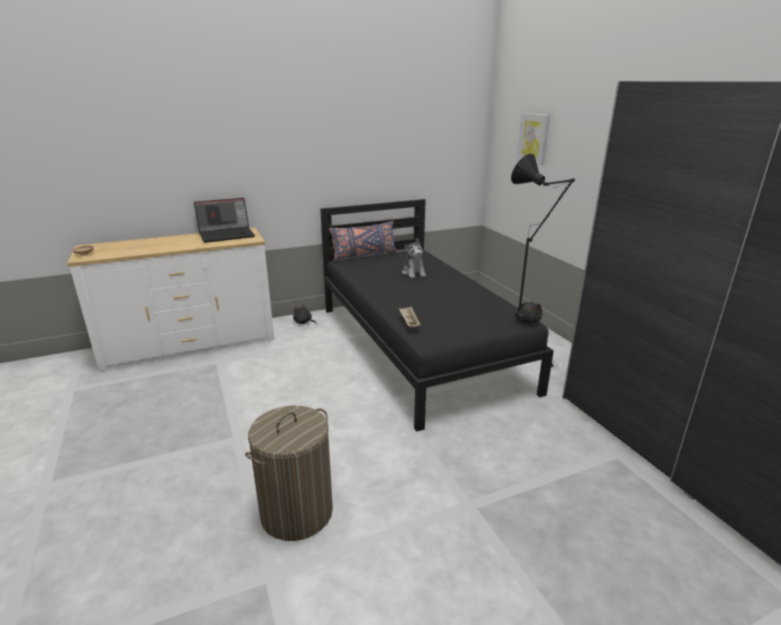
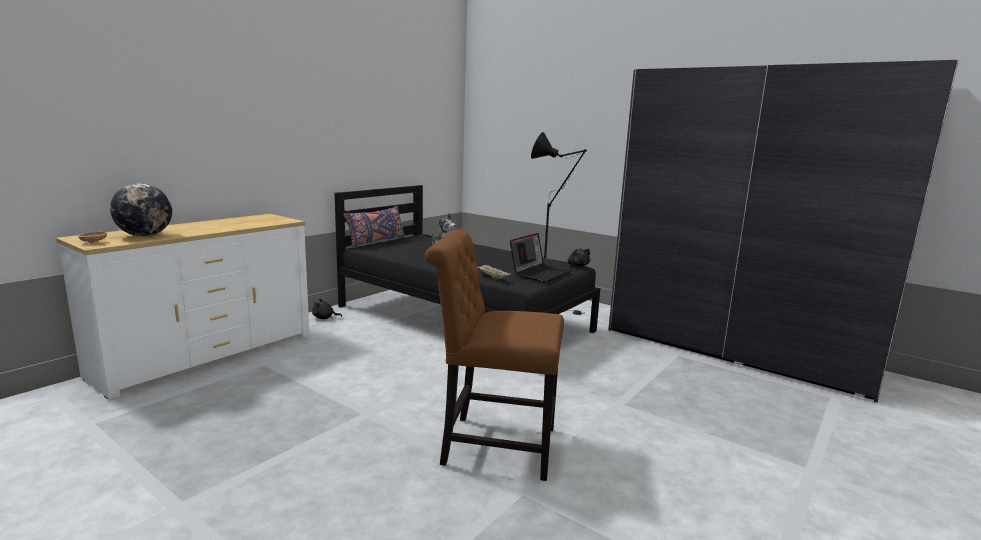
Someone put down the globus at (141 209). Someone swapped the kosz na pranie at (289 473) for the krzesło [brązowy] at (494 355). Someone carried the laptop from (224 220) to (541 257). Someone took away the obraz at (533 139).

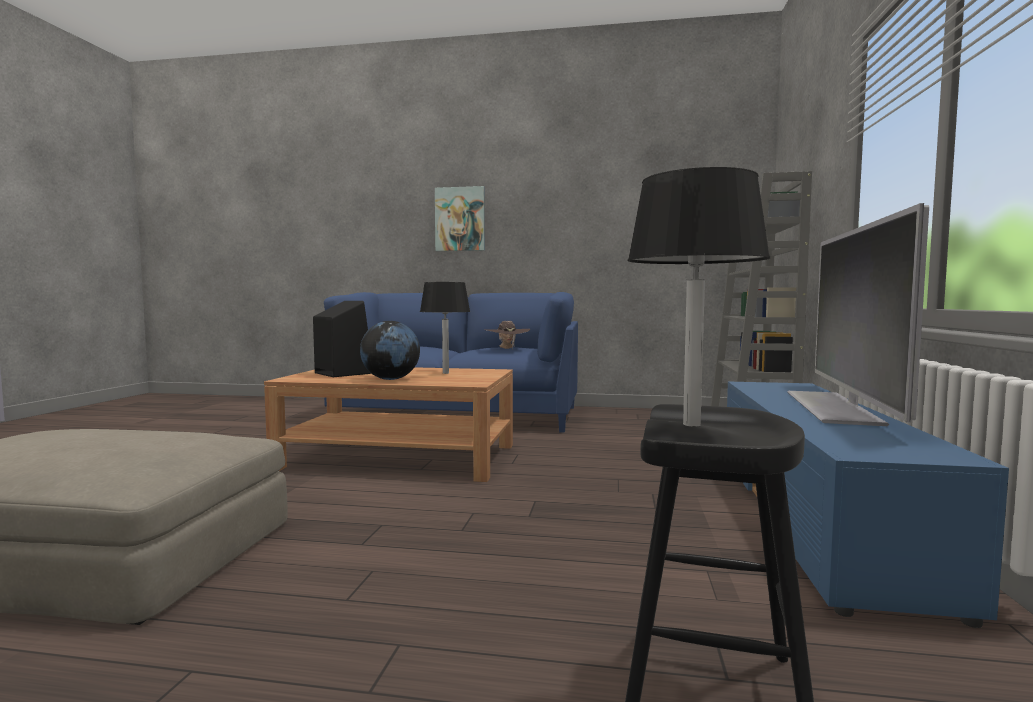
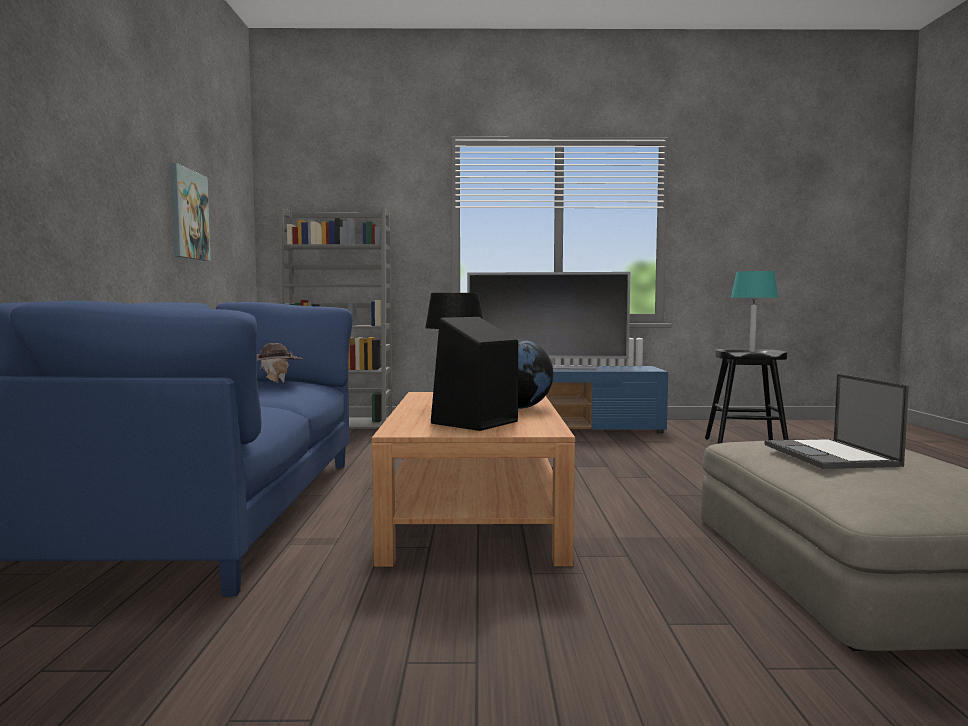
Someone carried the obraz from (460 218) to (190 212). Someone repainted the lampa stołowa [czarny] at (698 297), which became the lampa stołowa [turkusowy] at (754 311). Someone put down the laptop at (837 421).

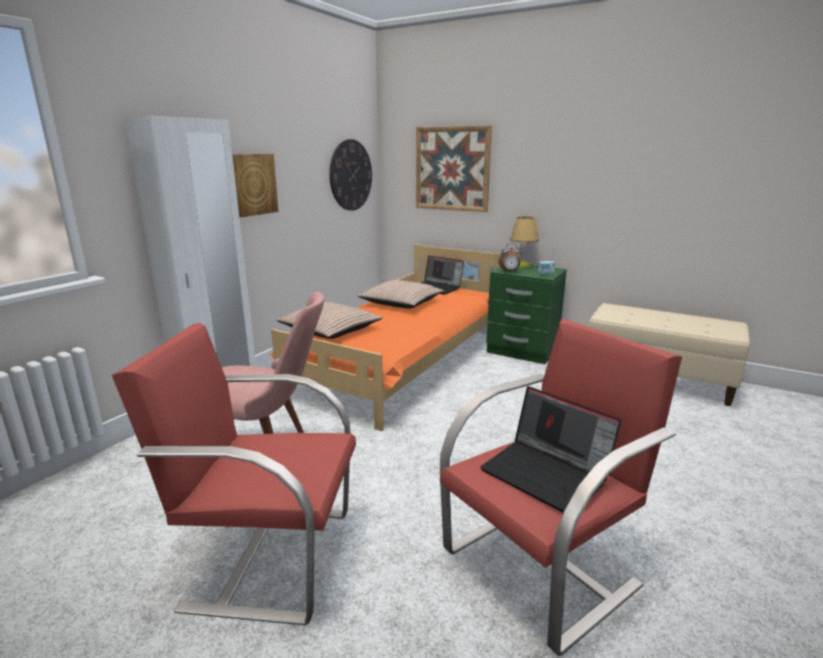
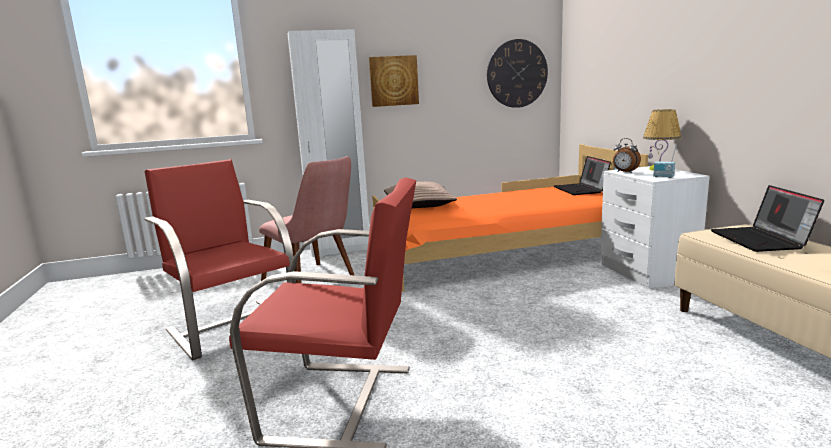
Someone repainted the szafka nocna [zielony] at (526 314), which became the szafka nocna [biały] at (655 227). Someone carried the laptop from (550 449) to (767 218). Someone took away the poduszka at (400 294). Someone took away the obraz at (454 169).

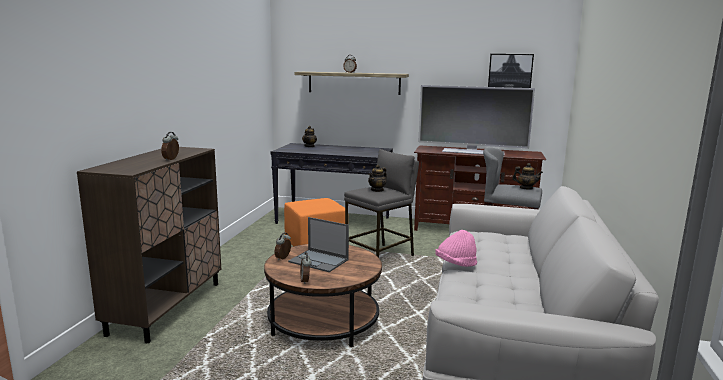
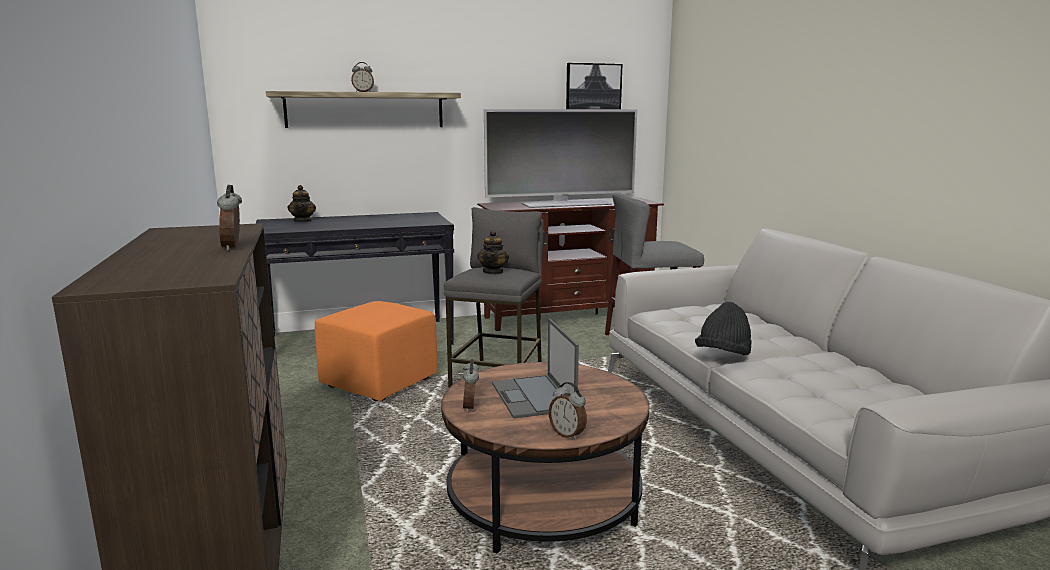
Someone rotated the laptop at (318 244) by 75 degrees clockwise. Someone repainted the kapelusz [różowy] at (456 248), which became the kapelusz [czarny] at (723 328). Someone took away the imbryk at (527 176).

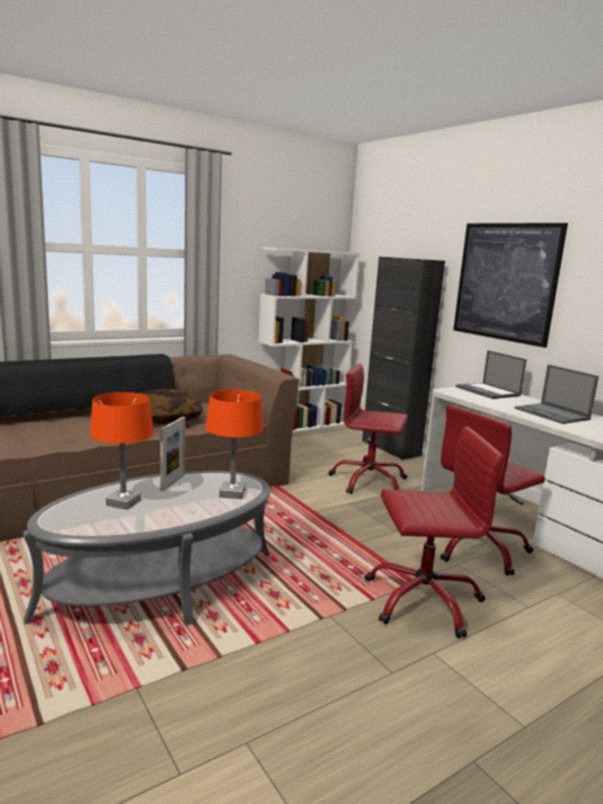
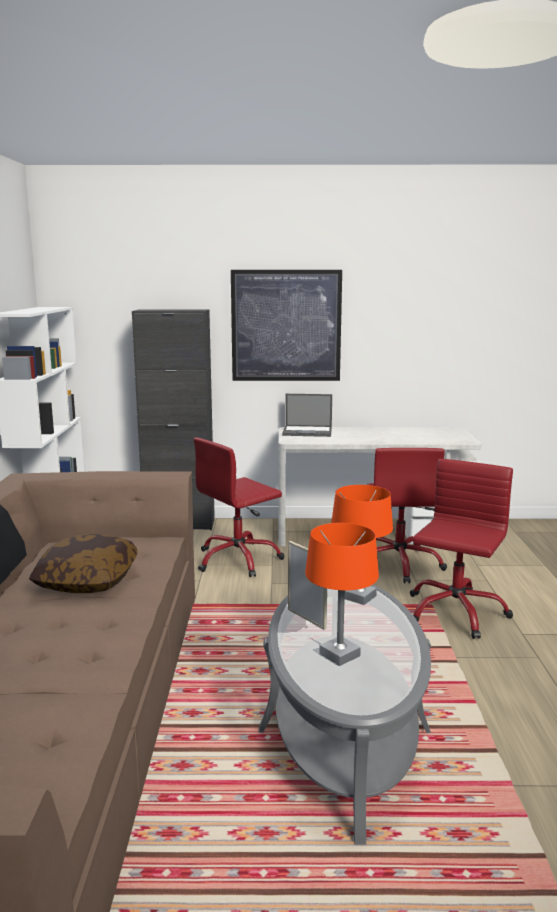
Someone took away the laptop at (557 394).

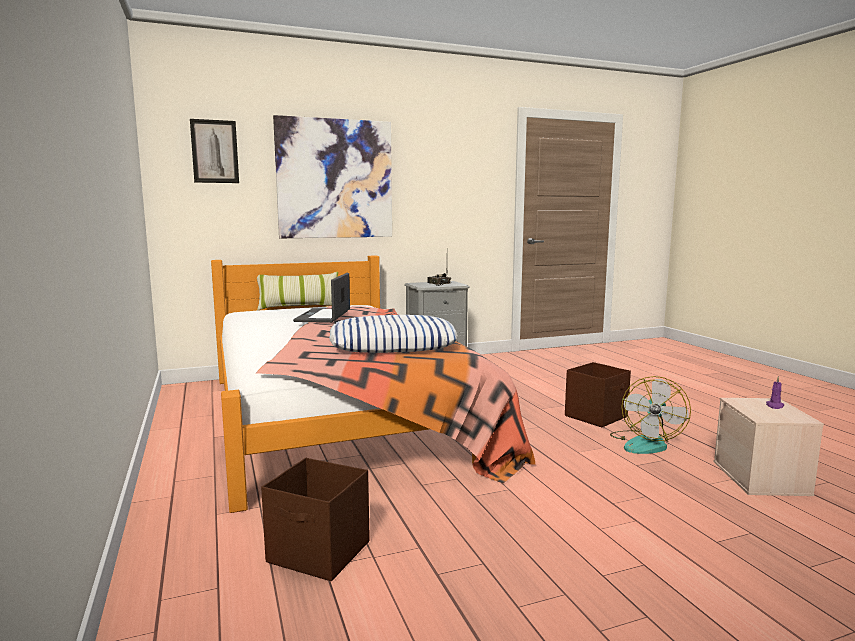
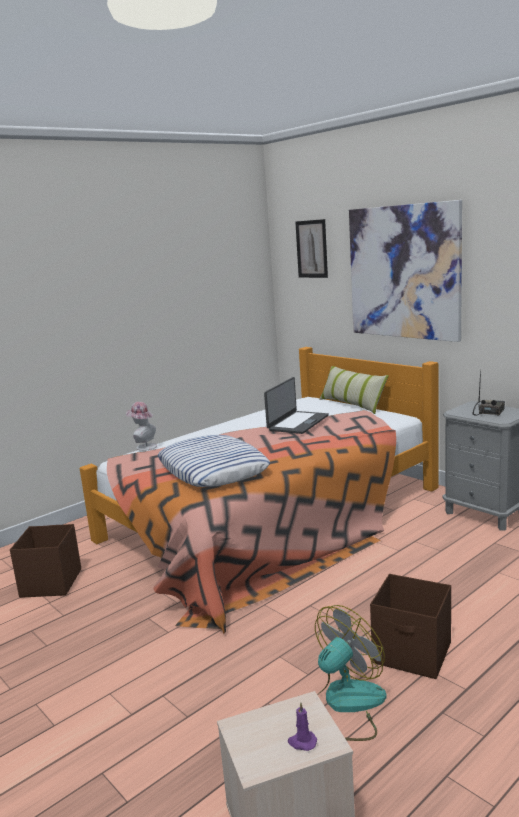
Someone put down the kapelusz at (141 426). Someone rotated the laptop at (321 298) by 135 degrees clockwise. Someone rotated the wentylator at (650 415) by 135 degrees clockwise.

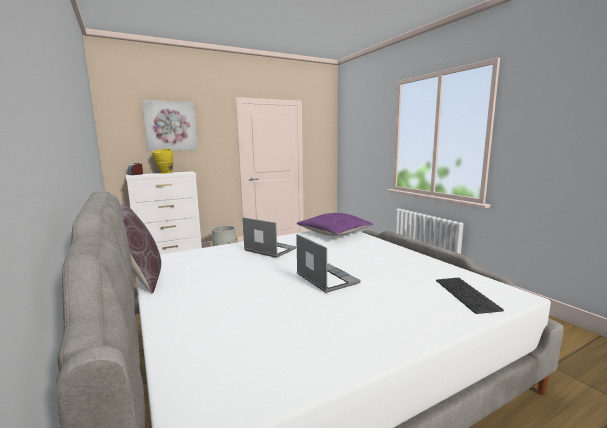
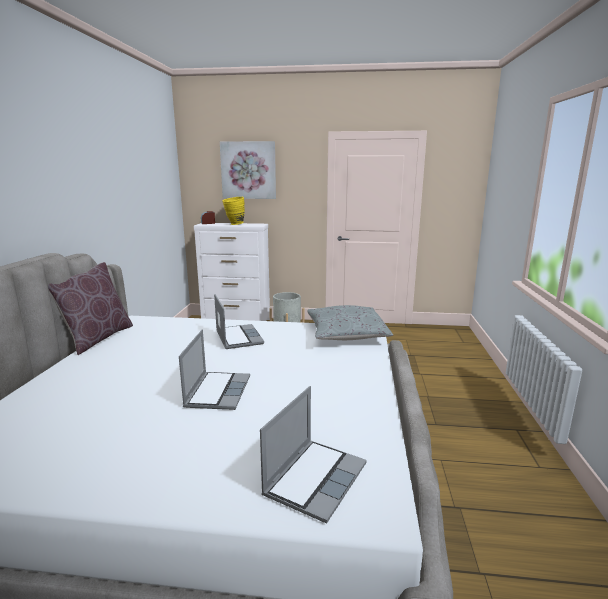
Someone swapped the klawiatura at (470 296) for the laptop at (313 455). Someone repainted the poduszka [fioletowy] at (335 224), which became the poduszka [szary] at (350 322).

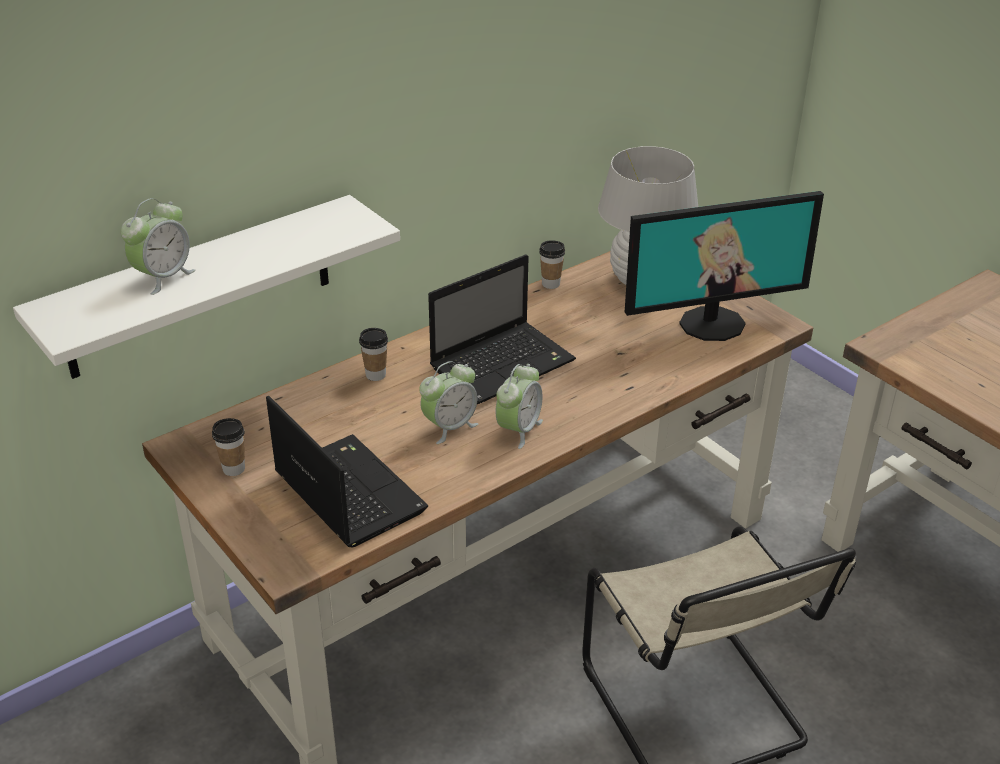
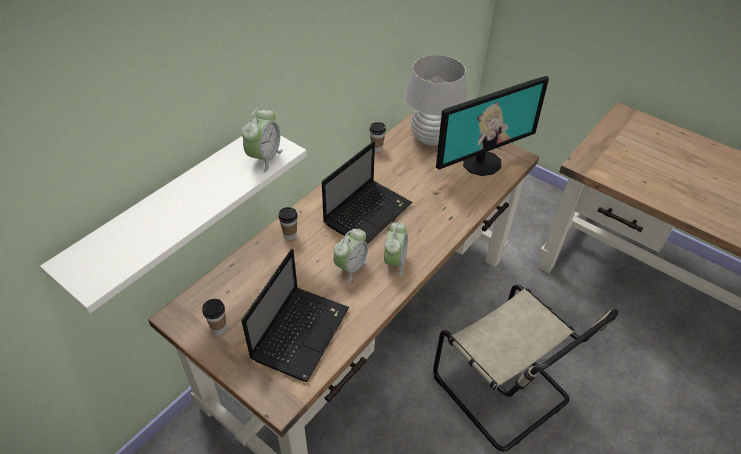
Someone rotated the laptop at (347 471) by 75 degrees clockwise. Someone carried the budzik from (158 246) to (262 140).

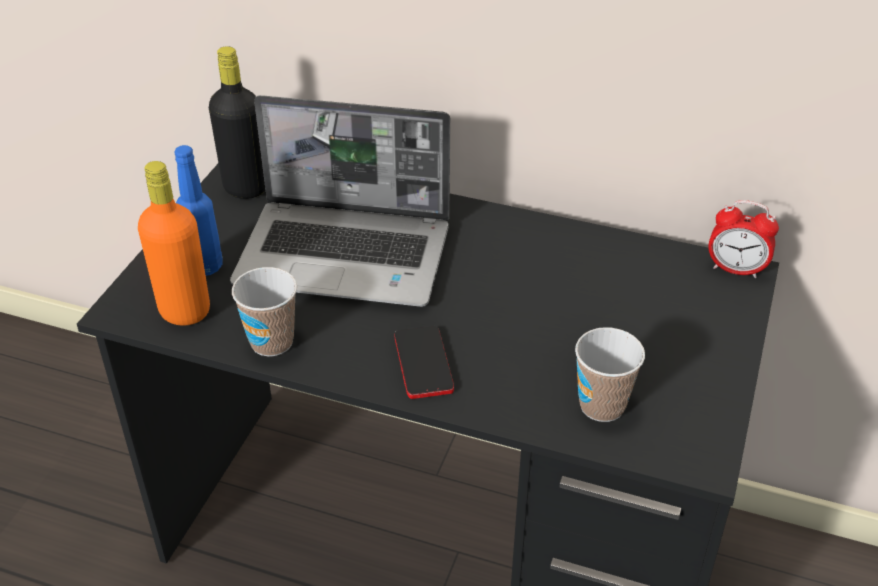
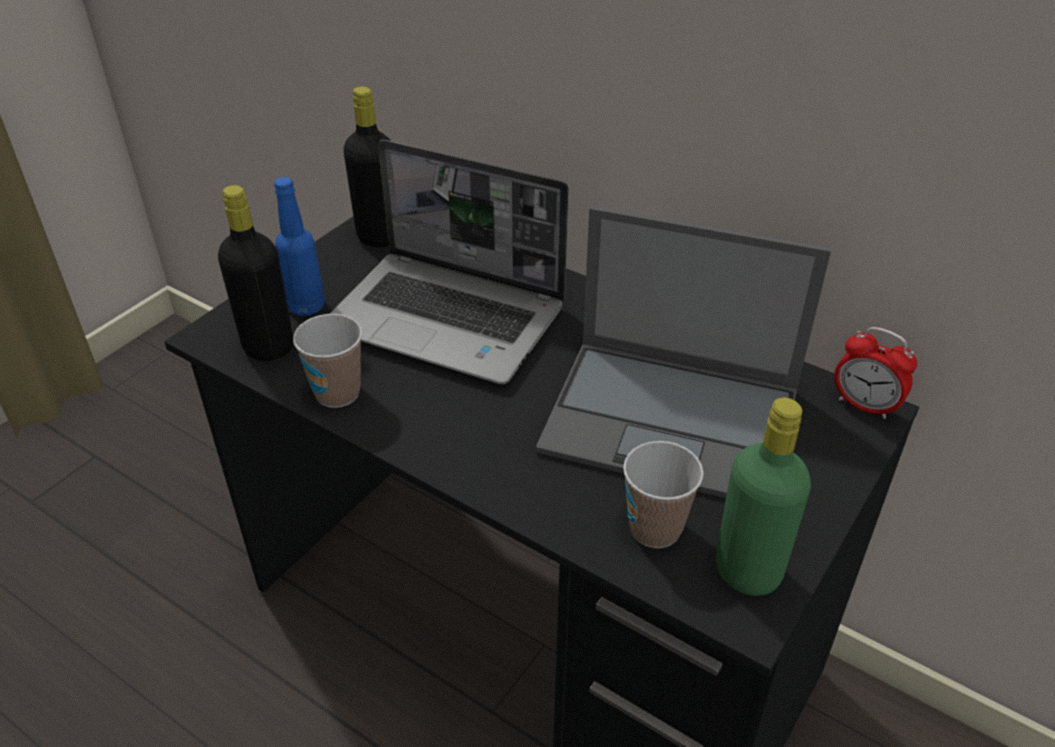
Someone repainted the butelka [pomarańczowy] at (174 243), which became the butelka [czarny] at (255 273). Someone put down the laptop at (683 352). Someone put down the butelka [zielony] at (763 496). Someone took away the telefon at (424 362).

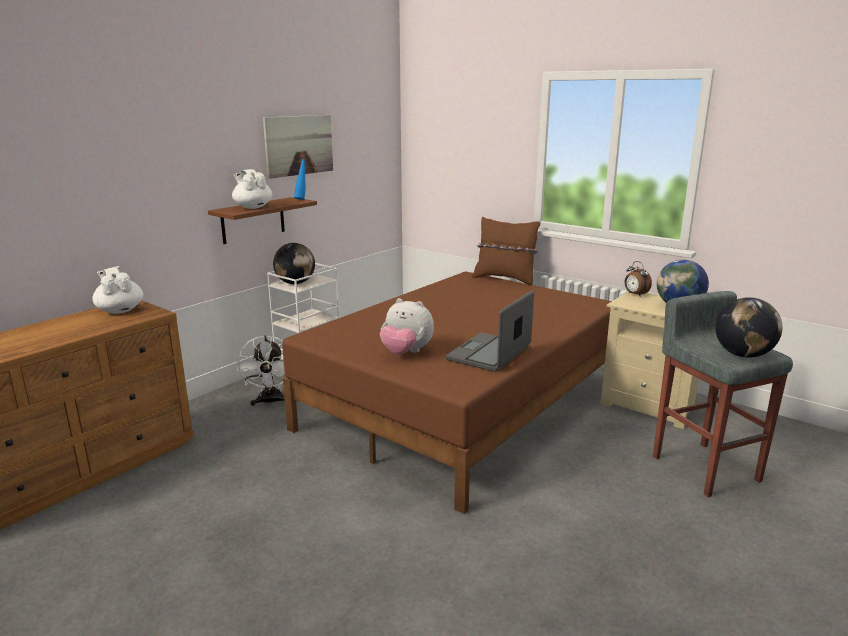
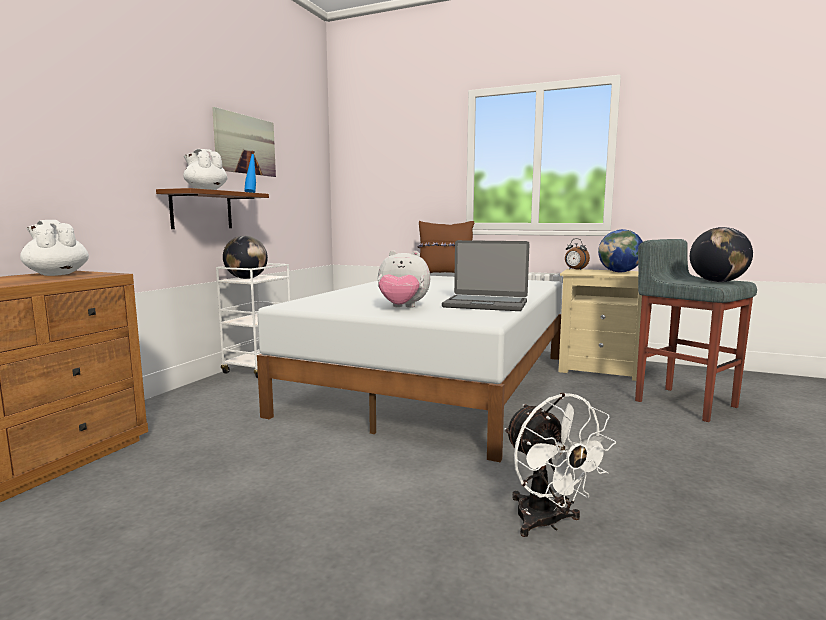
Someone repainted the łóżko [brązowy] at (447 393), which became the łóżko [biały] at (409 369). Someone rotated the laptop at (490 331) by 90 degrees counterclockwise. Someone carried the wentylator [biały] from (261 370) to (560 465).

